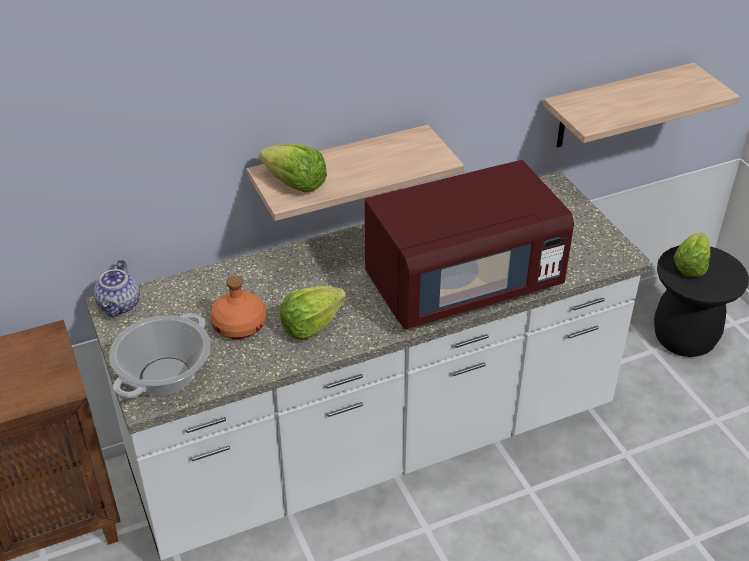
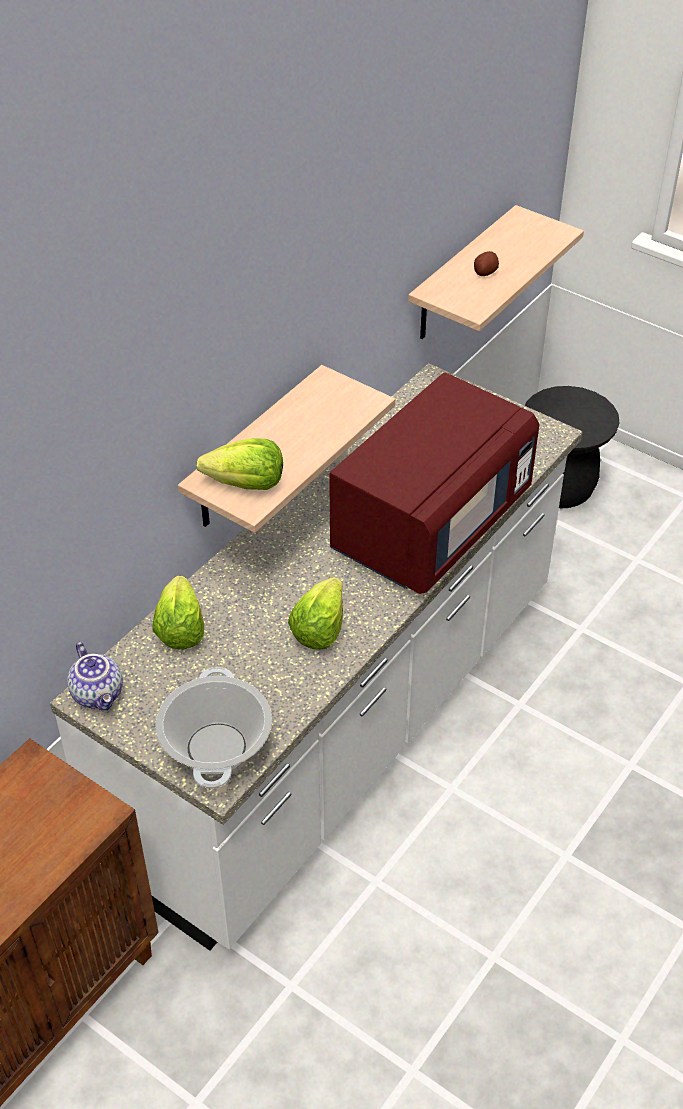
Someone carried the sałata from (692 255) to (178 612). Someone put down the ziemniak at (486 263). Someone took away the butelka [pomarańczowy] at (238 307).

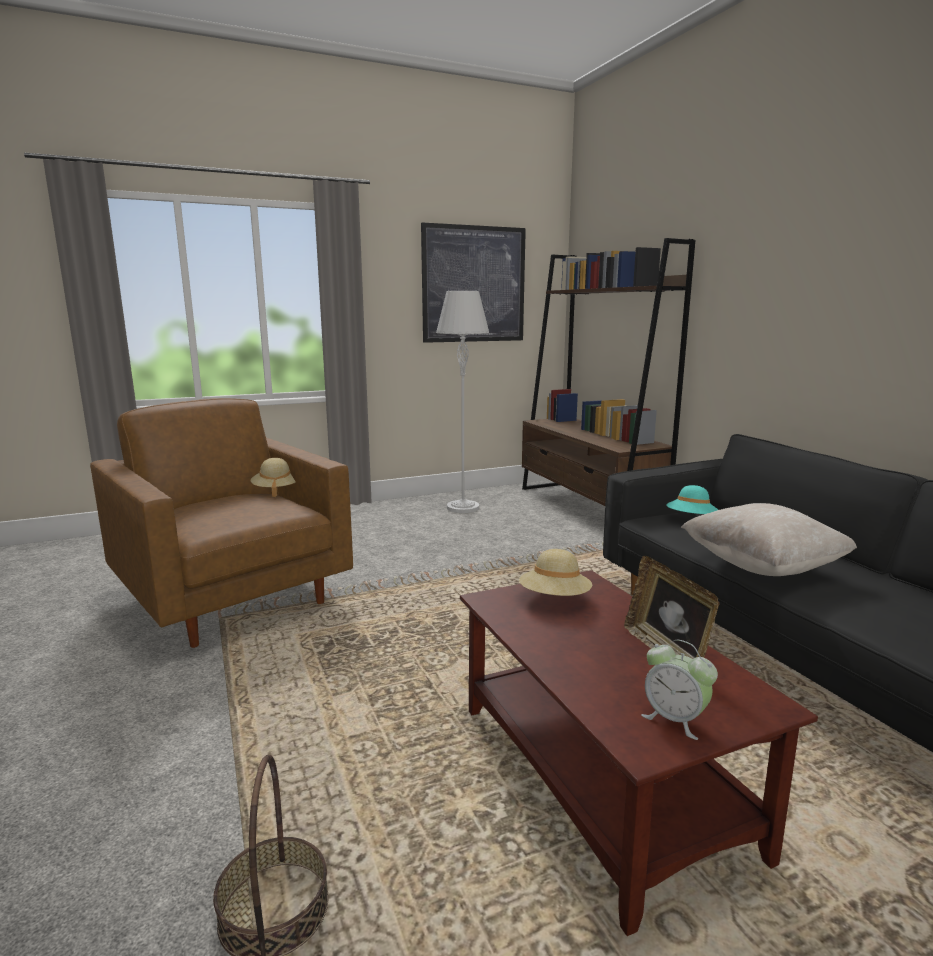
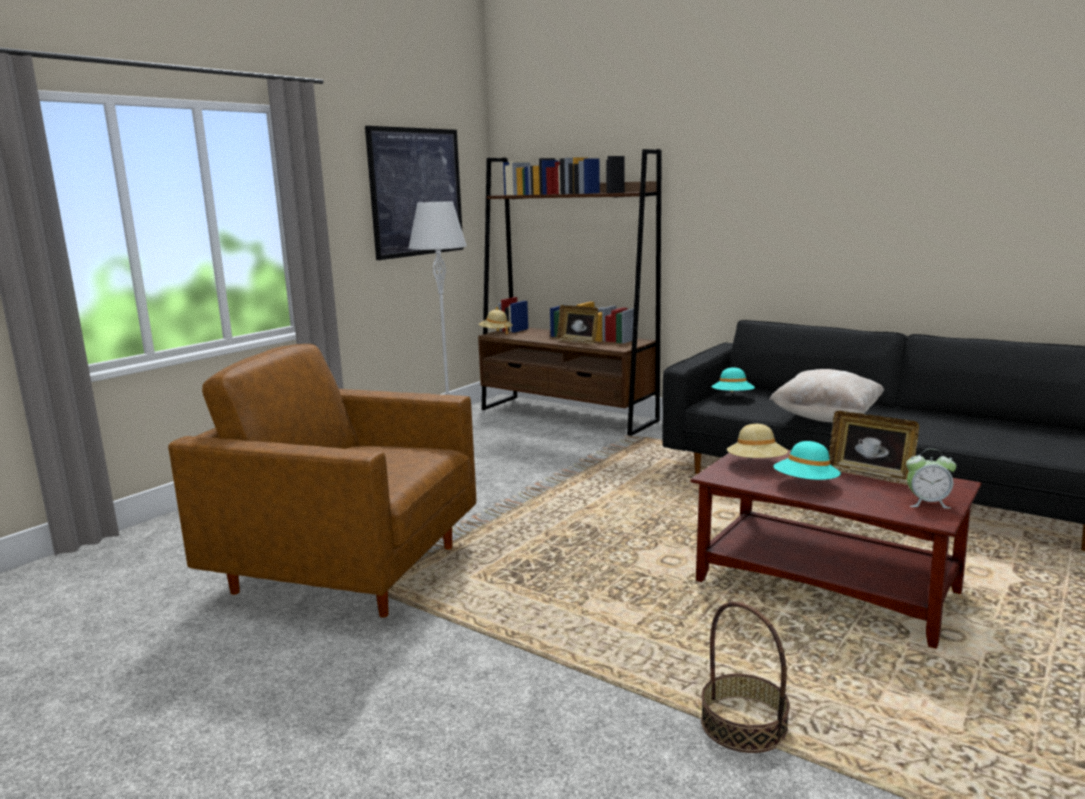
Someone carried the kapelusz [beżowy] from (273 477) to (496 322). Someone put down the ramka na zdjęcie at (577 325). Someone put down the kapelusz [turkusowy] at (807 460).

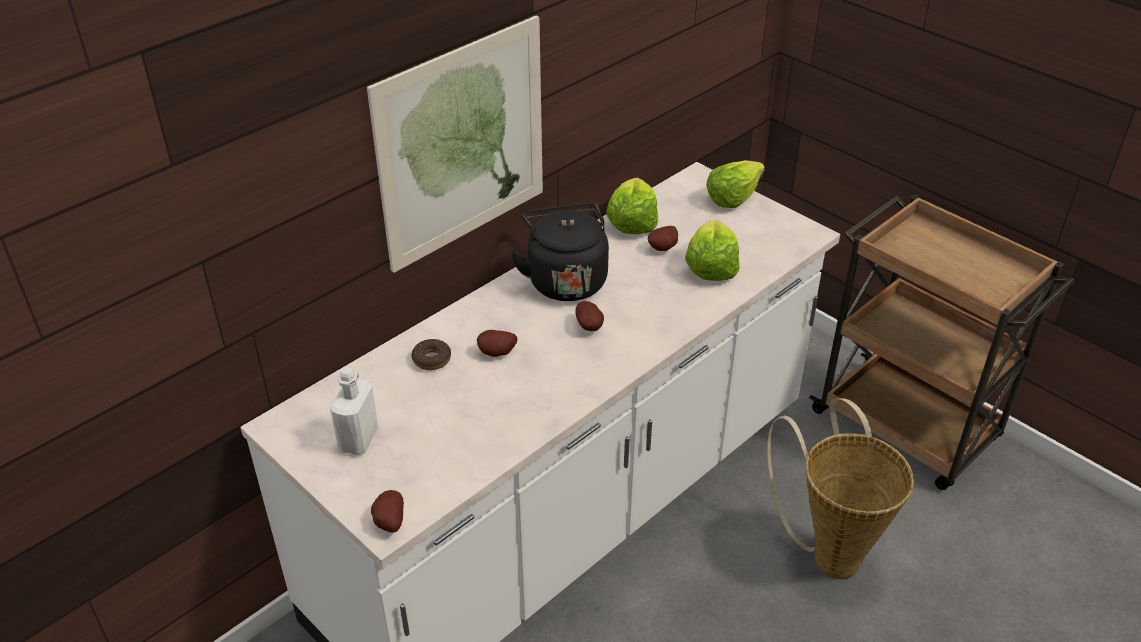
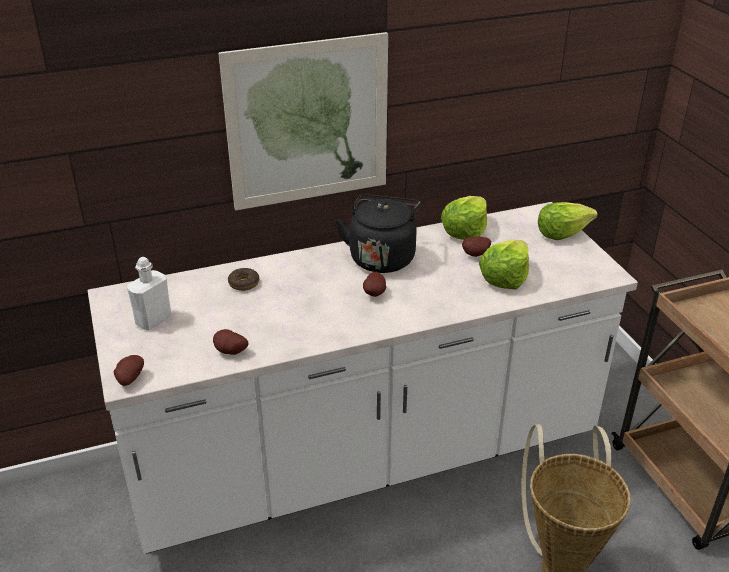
Someone carried the ziemniak from (497 343) to (231 342).

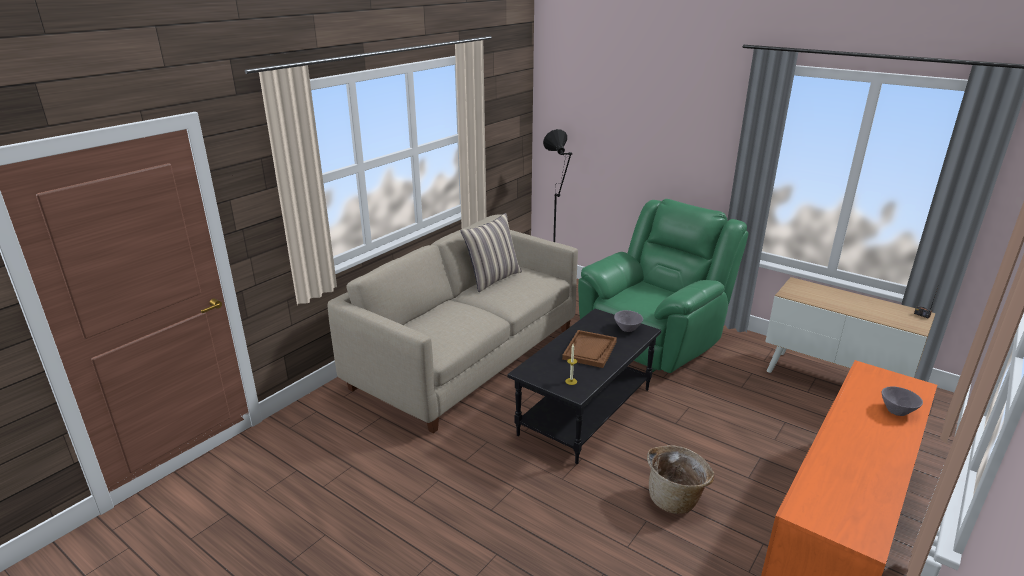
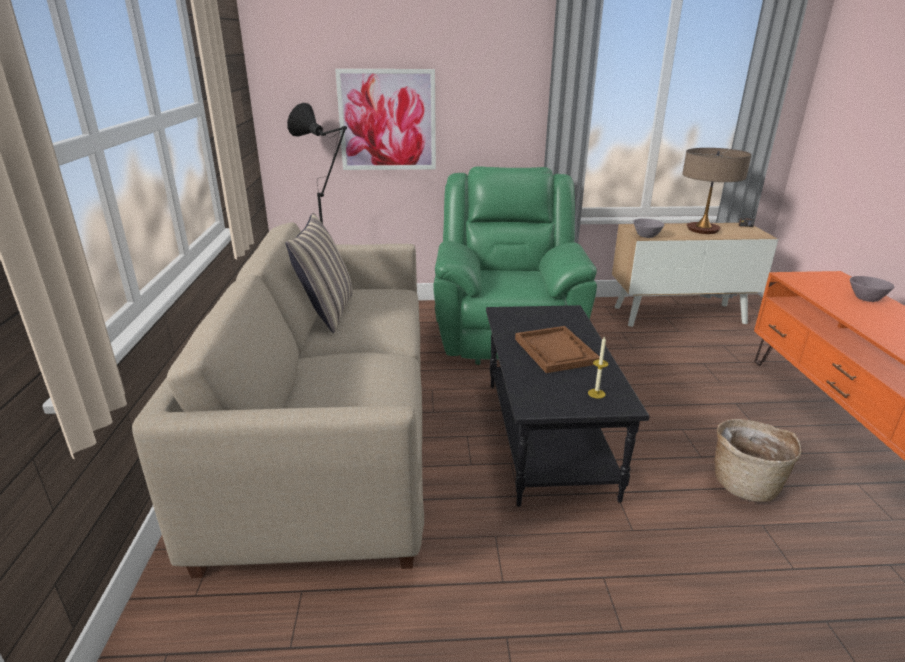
Someone put up the obraz at (385 119). Someone carried the miska [szary] from (628 321) to (648 228). Someone put down the lampa stołowa at (717 191).

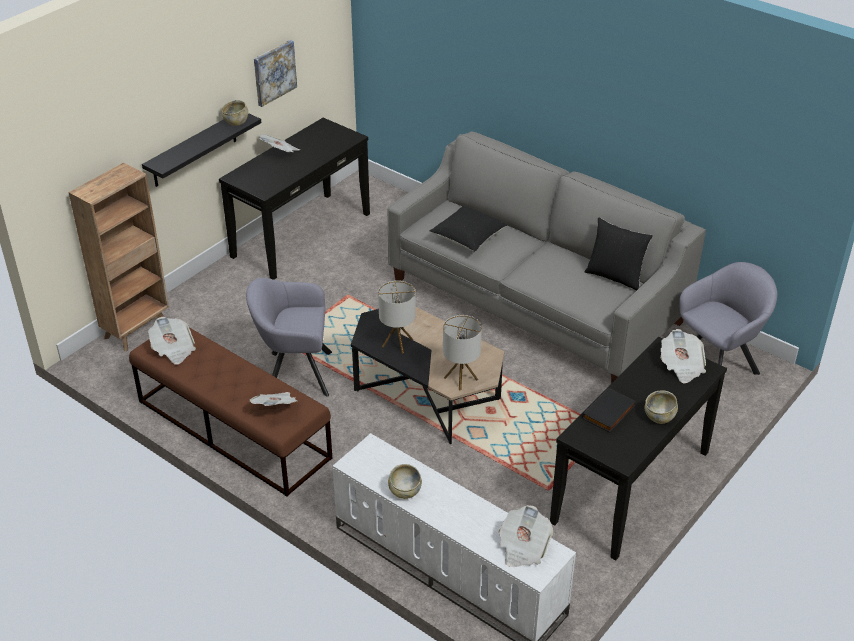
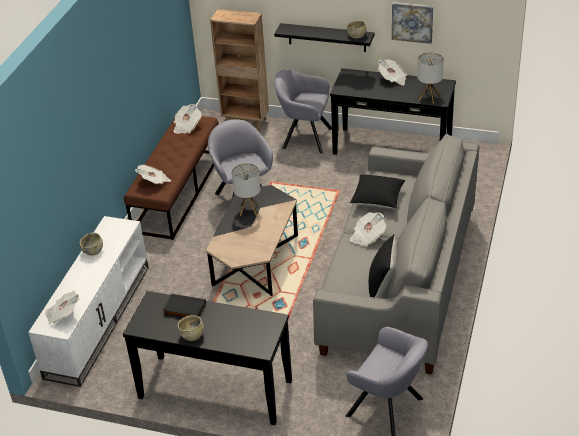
Someone put down the fotel [szary] at (303 111). Someone carried the gazeta from (683 356) to (368 229). Someone carried the lampa stołowa from (462 352) to (430 78).

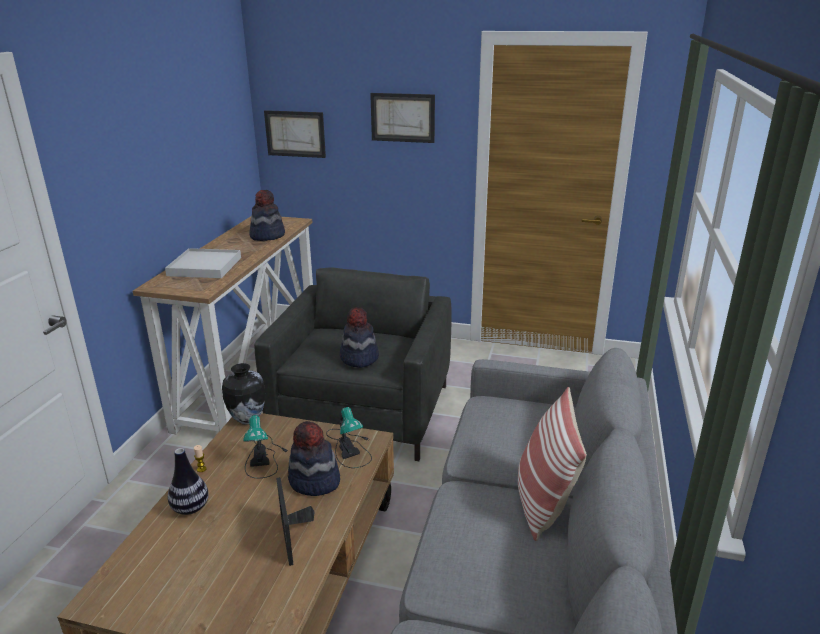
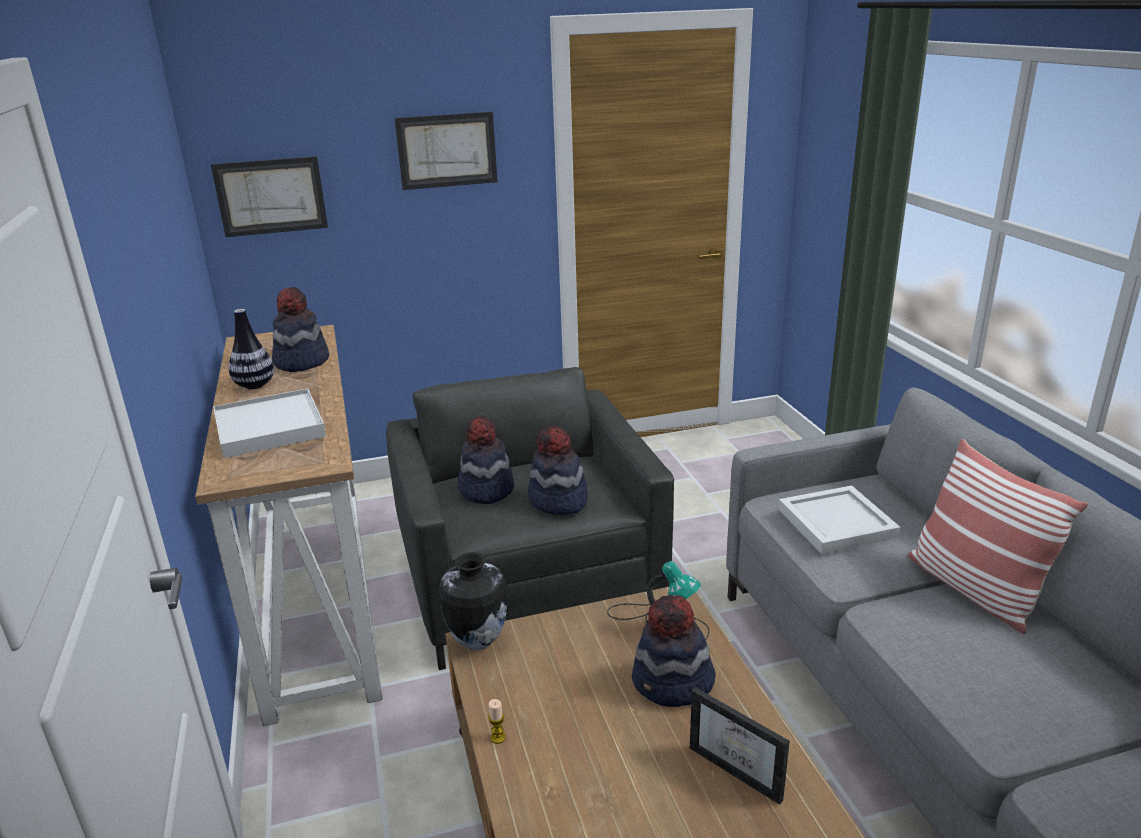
Someone carried the wazon from (188 481) to (251 349). Someone put down the kapelusz at (486 460). Someone put down the taca [biały] at (839 519). Someone took away the lampa stołowa at (266 446).

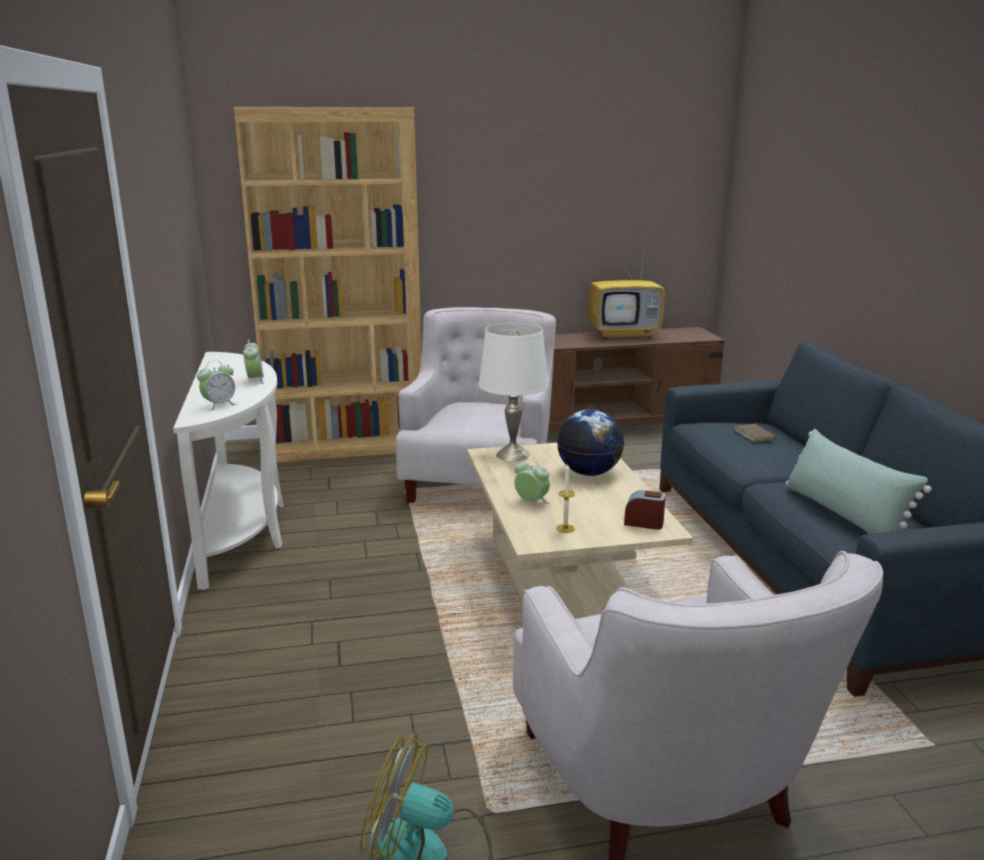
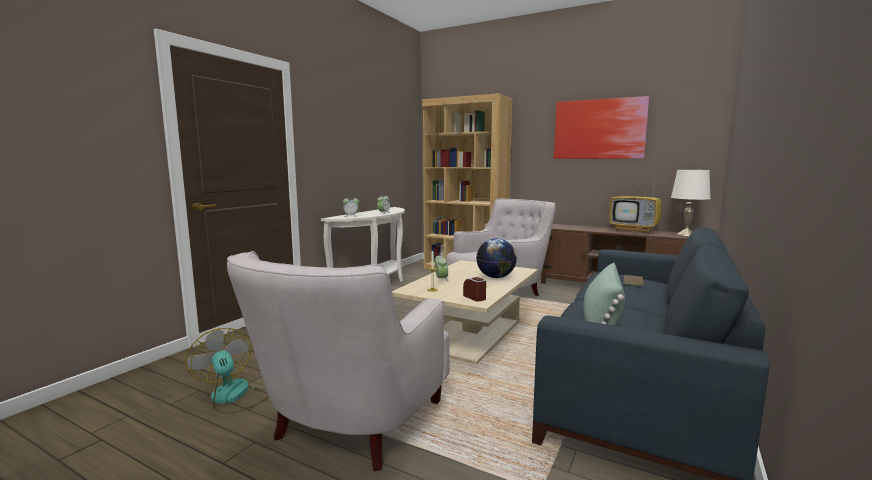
Someone put up the obraz at (601 127). Someone carried the lampa stołowa [biały] from (513 392) to (691 203).

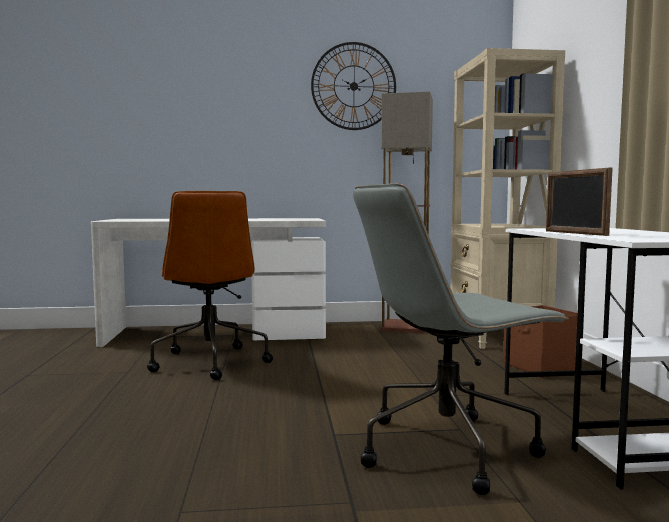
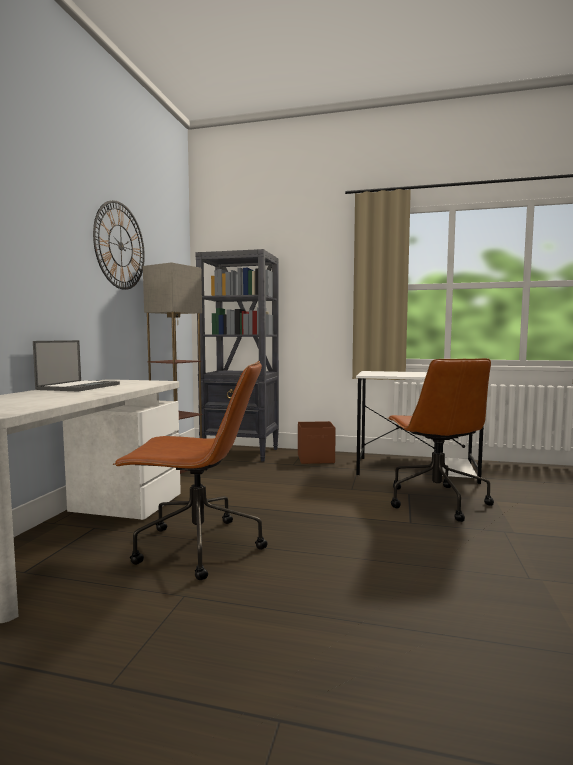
Someone put down the laptop at (76 366). Someone repainted the regał [beżowy] at (507 198), which became the regał [czarny] at (237 355). Someone repainted the krzesło biurowe [szary] at (461 339), which became the krzesło biurowe [brązowy] at (441 440). Someone took away the ramka na zdjęcie at (579 202).

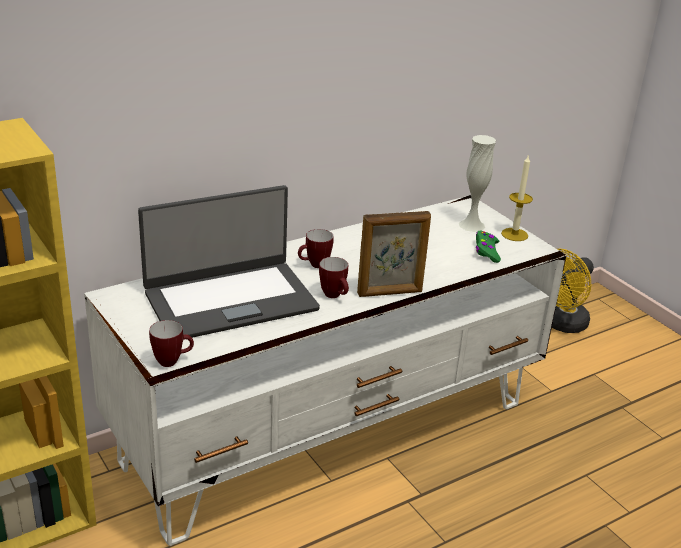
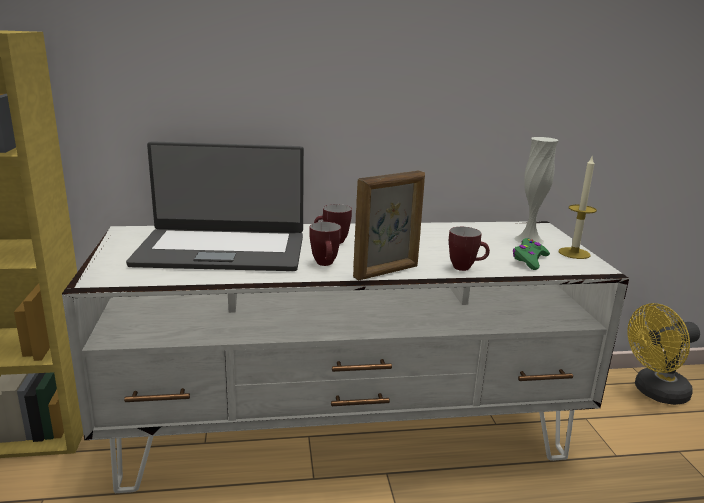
Someone rotated the ramka na zdjęcie at (394 254) by 45 degrees counterclockwise. Someone carried the kubek from (171 343) to (469 249).

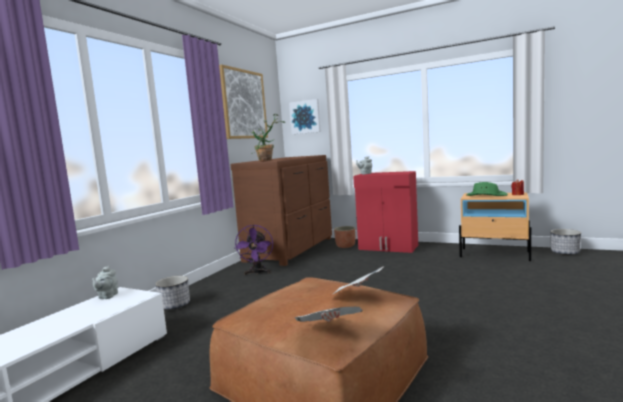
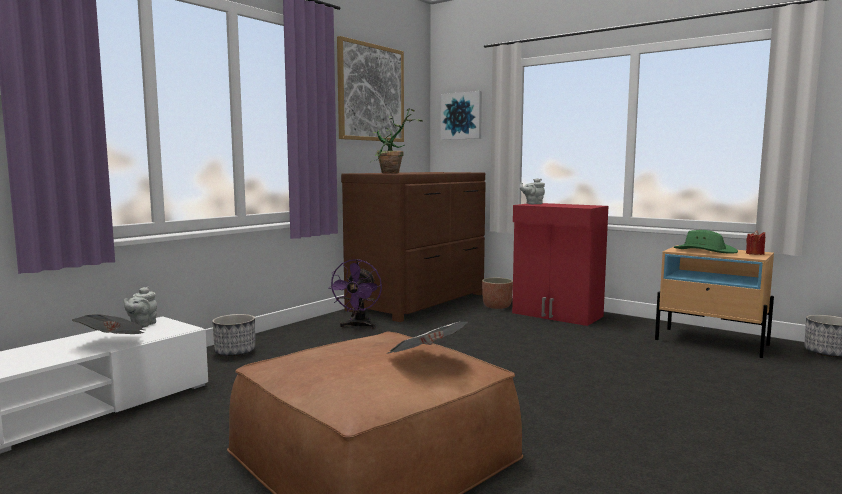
Someone carried the gazeta from (328 314) to (108 324).

